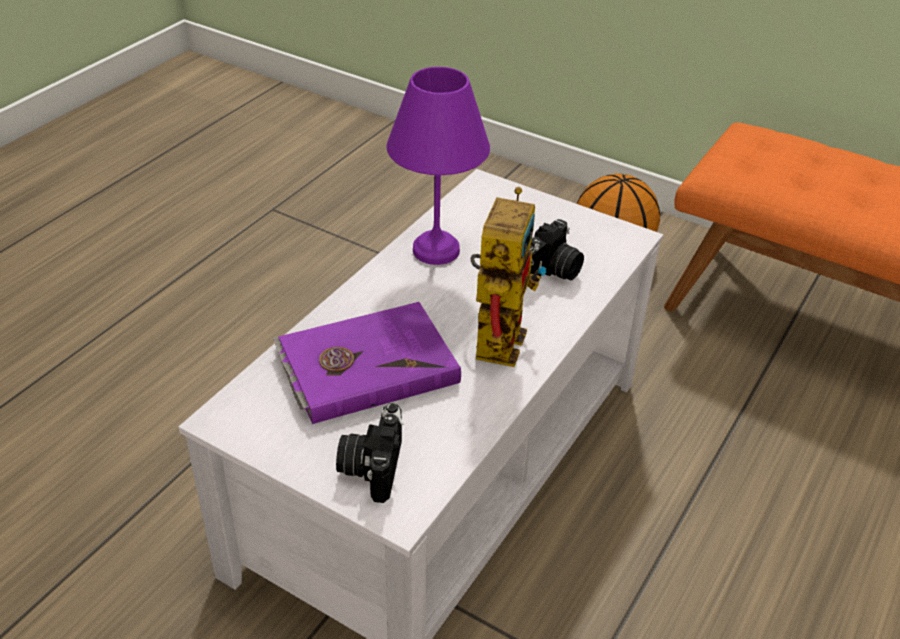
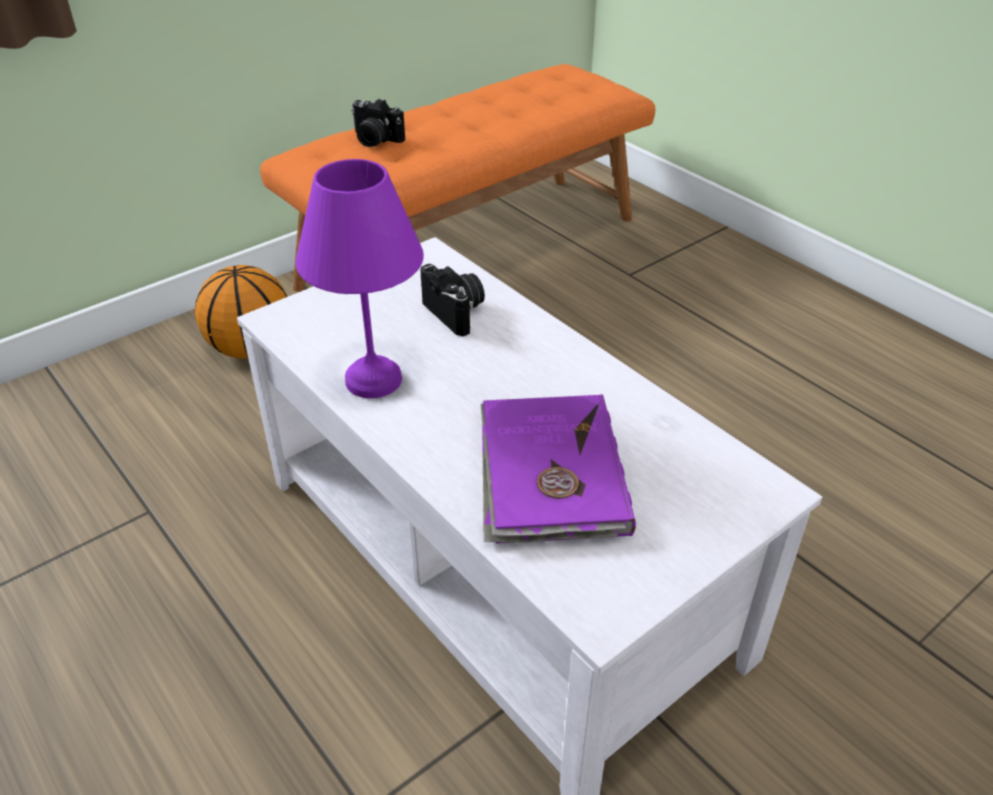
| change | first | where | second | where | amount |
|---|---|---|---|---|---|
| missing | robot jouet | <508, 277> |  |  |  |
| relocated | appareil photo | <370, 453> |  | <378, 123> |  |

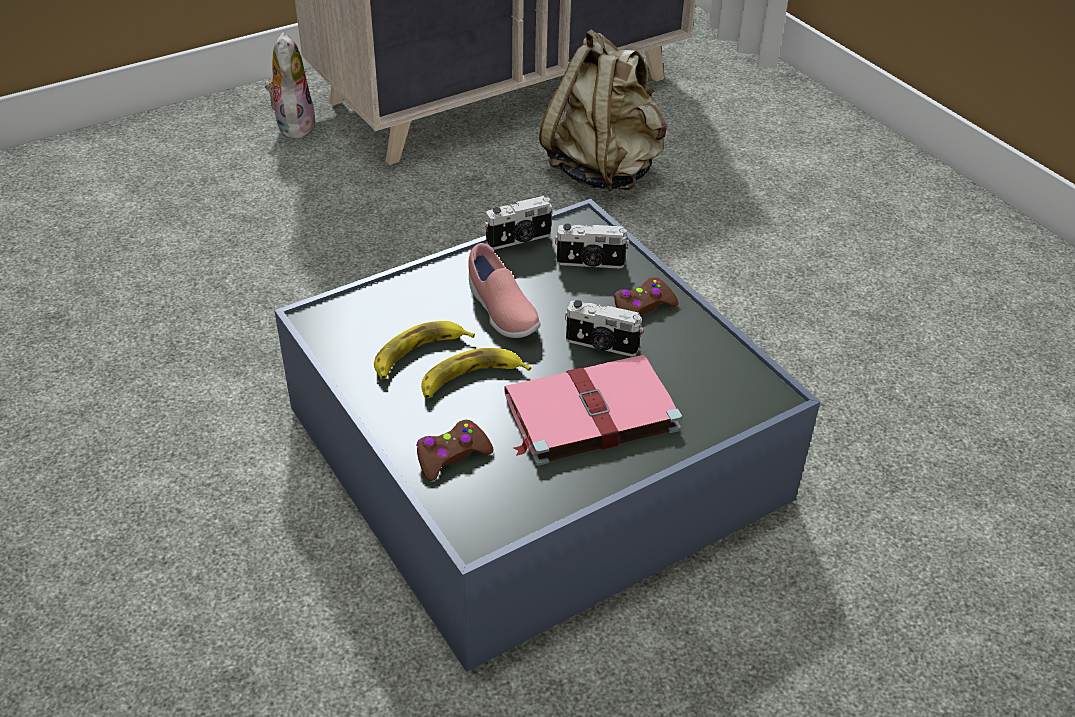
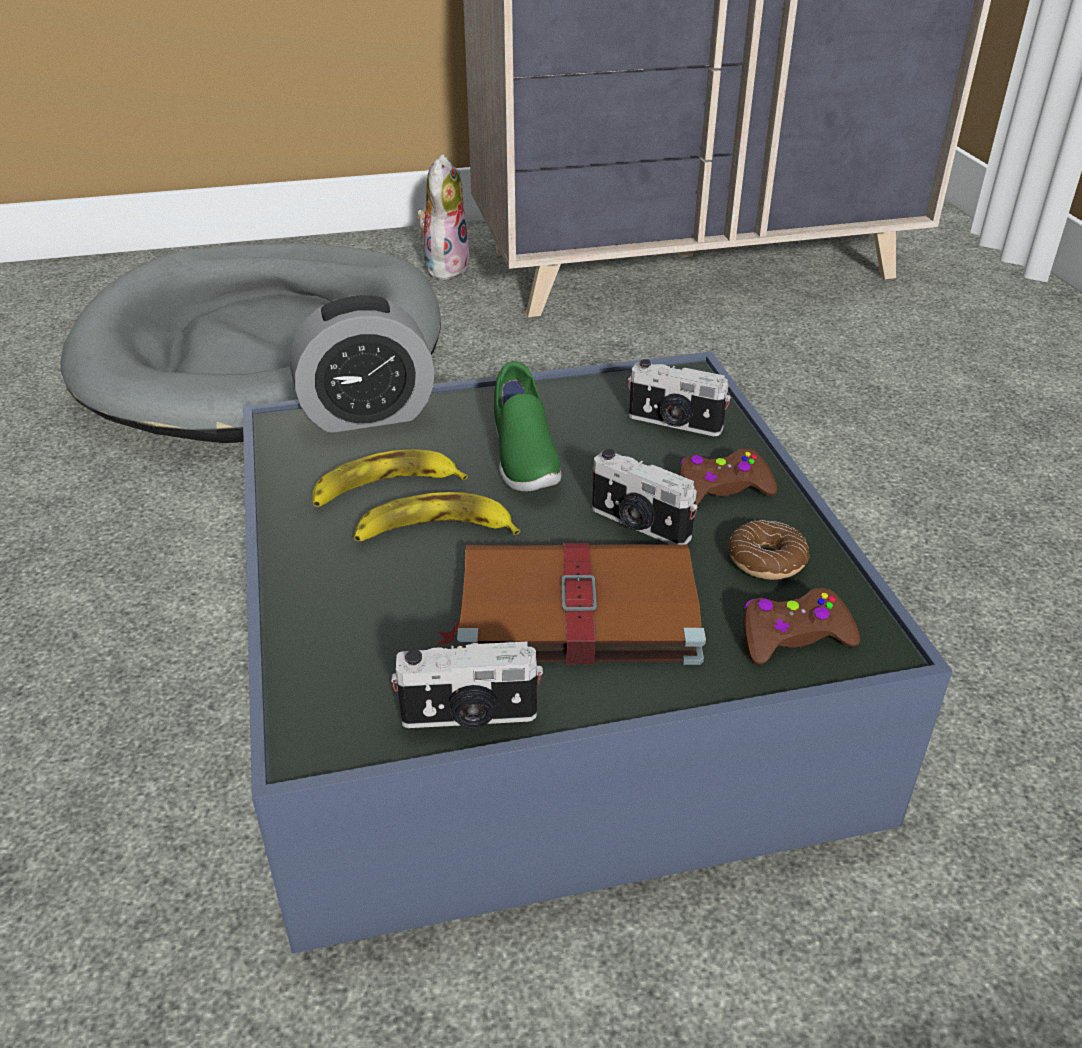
| change | first | where | second | where | amount |
|---|---|---|---|---|---|
| missing | sac à dos (beige) | <603, 110> |  |  |  |
| appeared |  |  | panier pour chien (gris) | <250, 343> |  |
| appeared |  |  | réveil | <362, 364> |  |
| appeared |  |  | beignet | <768, 550> |  |
| relocated | manette (marron) | <455, 450> |  | <801, 626> |  |
| relocated | appareil photo | <518, 223> |  | <467, 684> |  |
| colour | chaussure (rose) | <504, 290> | chaussure (vert) | <528, 426> |  |
| colour | livre (rose) | <593, 410> | livre (marron) | <571, 604> |  |

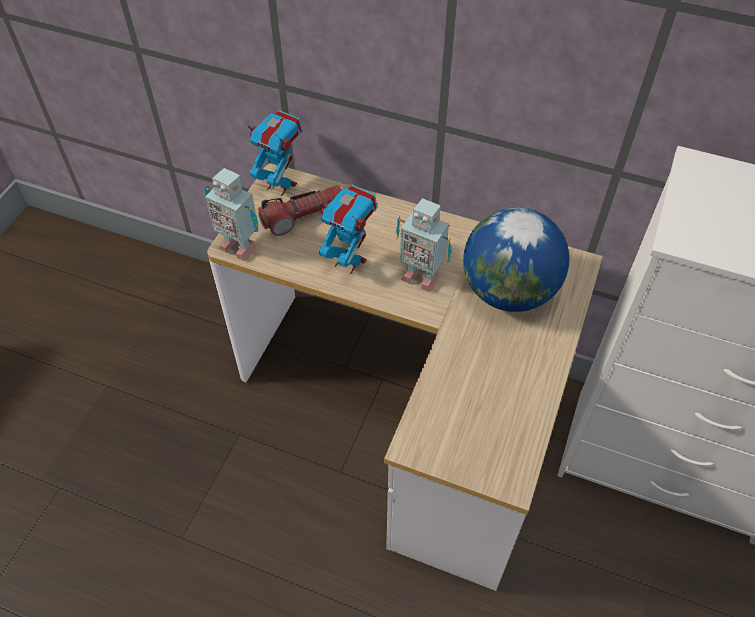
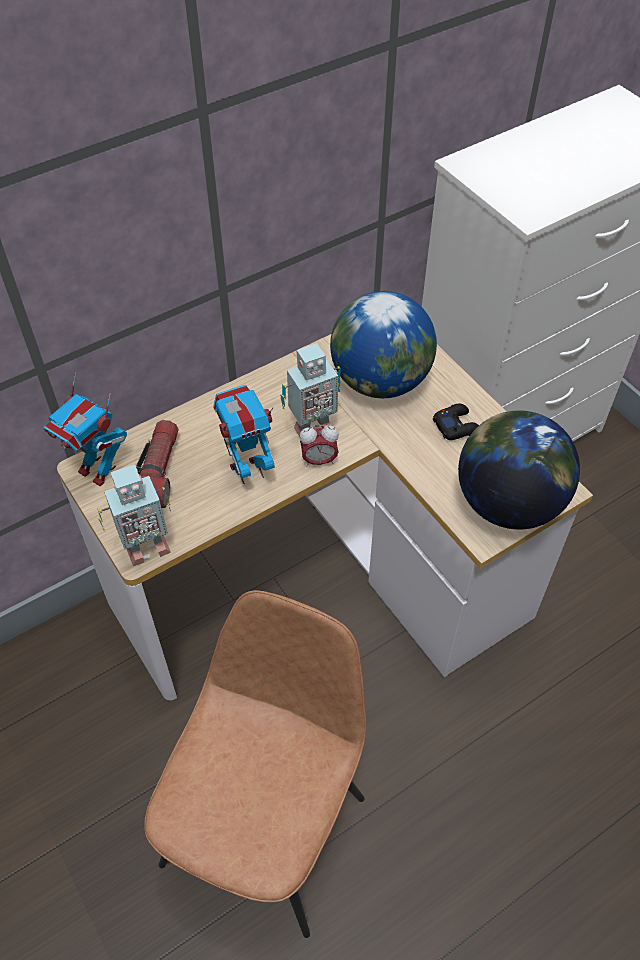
| change | first | where | second | where | amount |
|---|---|---|---|---|---|
| appeared |  |  | chaise (marron) | <255, 764> |  |
| appeared |  |  | réveil | <319, 446> |  |
| appeared |  |  | manette (noir) | <456, 422> |  |
| appeared |  |  | globe | <519, 470> |  |
| spun | robot jouet | <273, 153> |  | <85, 429> | 120 degrees counterclockwise |

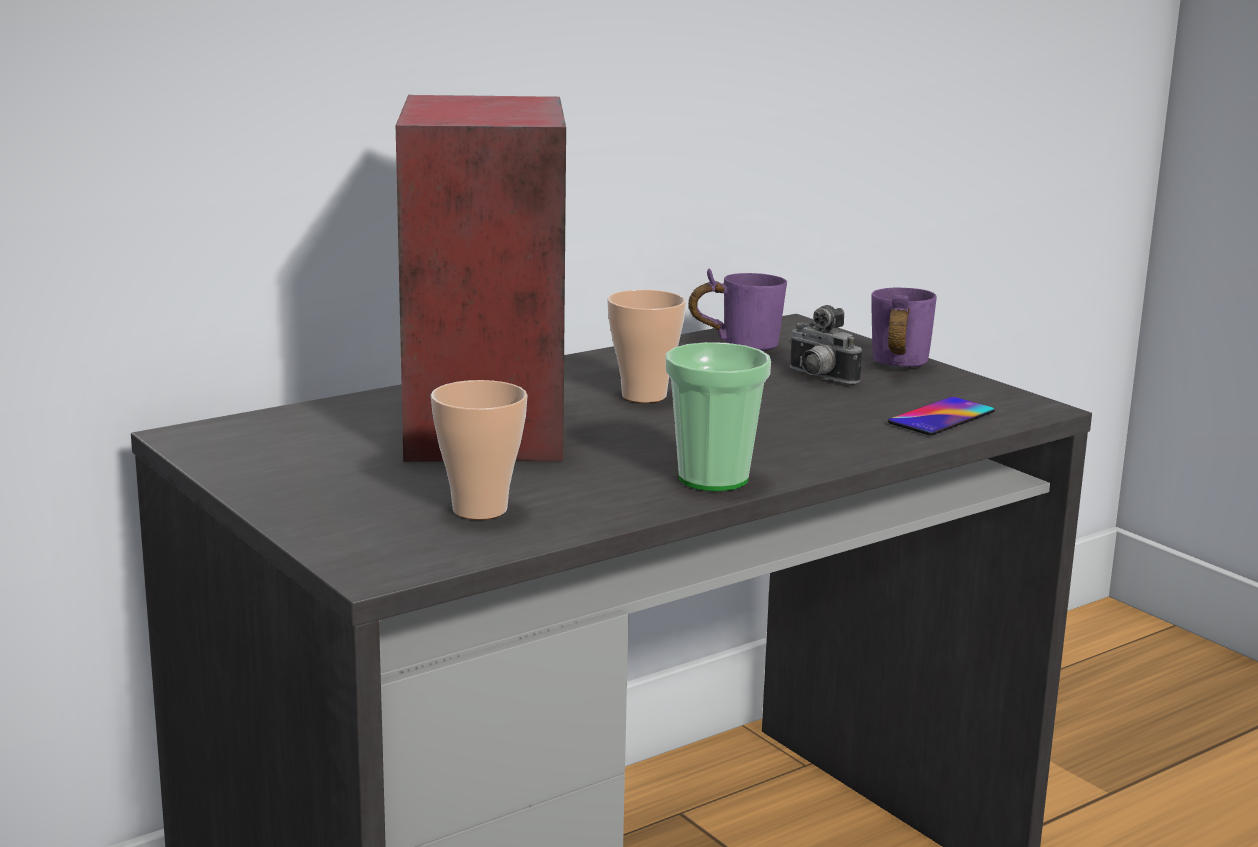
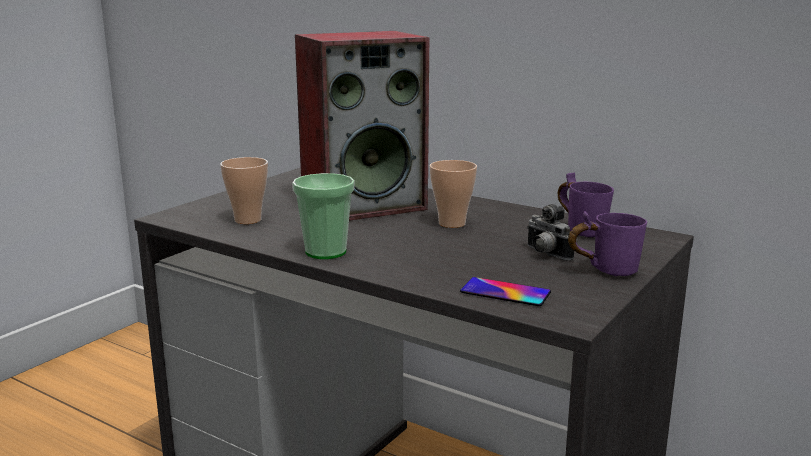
| change | first | where | second | where | amount |
|---|---|---|---|---|---|
| spun | appareil photo | <825, 345> |  | <550, 232> | 60 degrees counterclockwise |

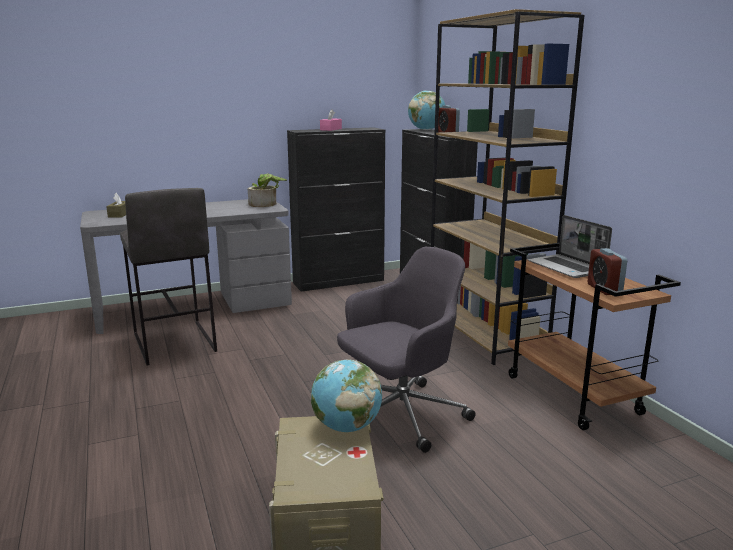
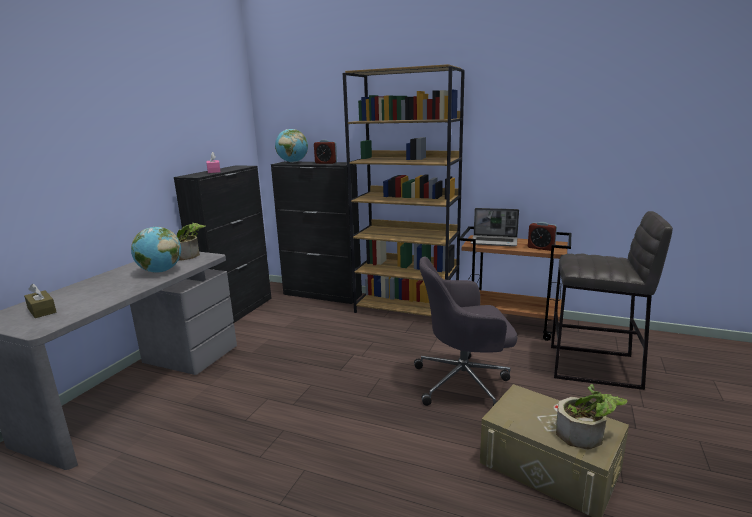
| change | first | where | second | where | amount |
|---|---|---|---|---|---|
| appeared |  |  | plante en pot | <592, 417> |  |
| relocated | tabouret (gris) | <168, 276> |  | <612, 300> |  |
| relocated | globe | <346, 396> |  | <156, 250> |  |
| spun | chaise de bureau (gris) | <406, 350> |  | <465, 331> | 105 degrees counterclockwise |

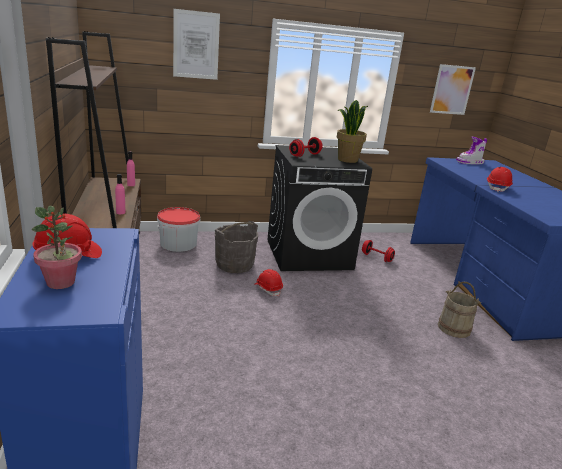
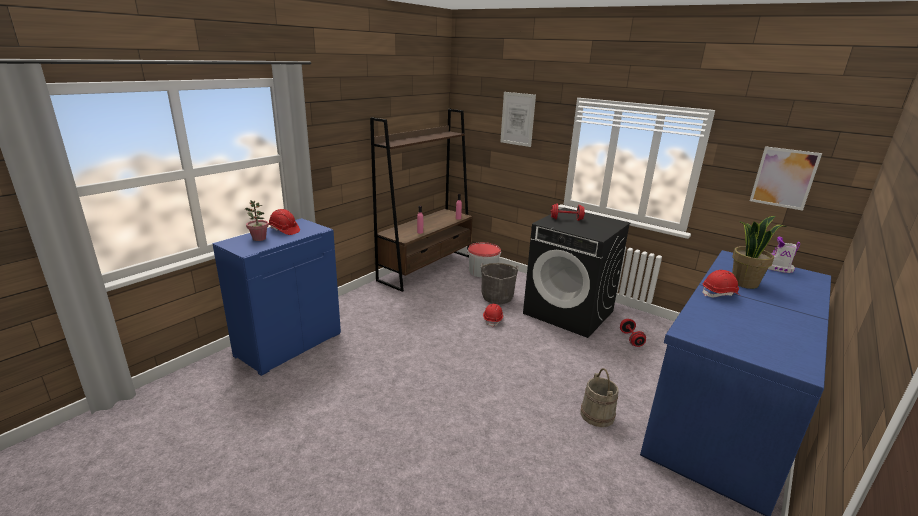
| change | first | where | second | where | amount |
|---|---|---|---|---|---|
| relocated | plante en pot | <352, 131> |  | <759, 252> |  |

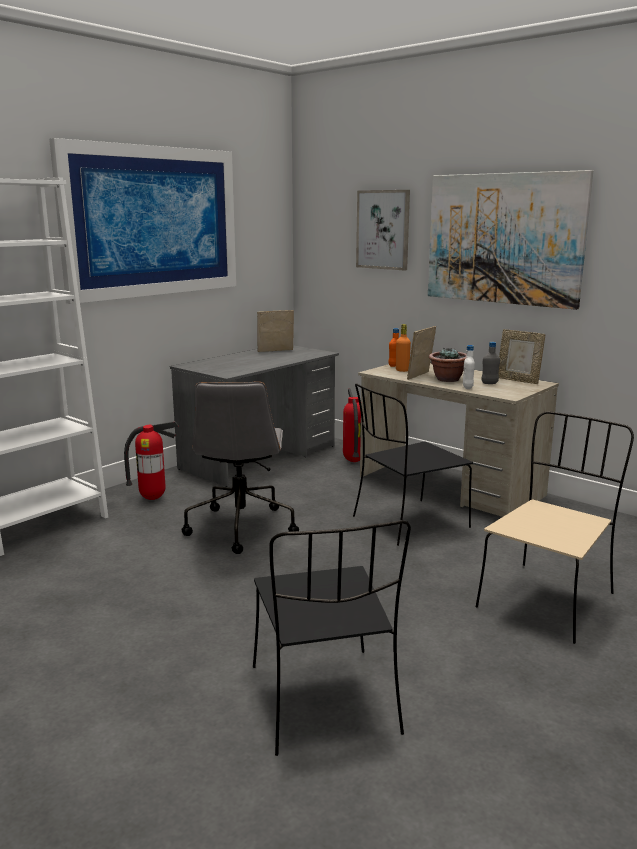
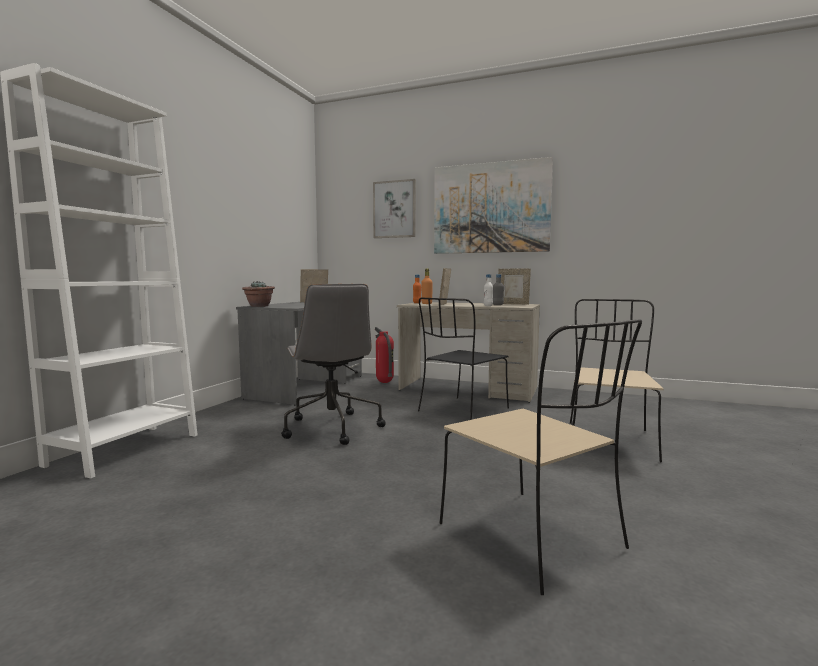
| change | first | where | second | where | amount |
|---|---|---|---|---|---|
| missing | tableau | <142, 221> |  |  |  |
| missing | extincteur | <151, 460> |  |  |  |
| relocated | plante en pot | <448, 364> |  | <258, 294> |  |
| colour | chaise (noir) | <332, 638> | chaise (beige) | <541, 457> |  |

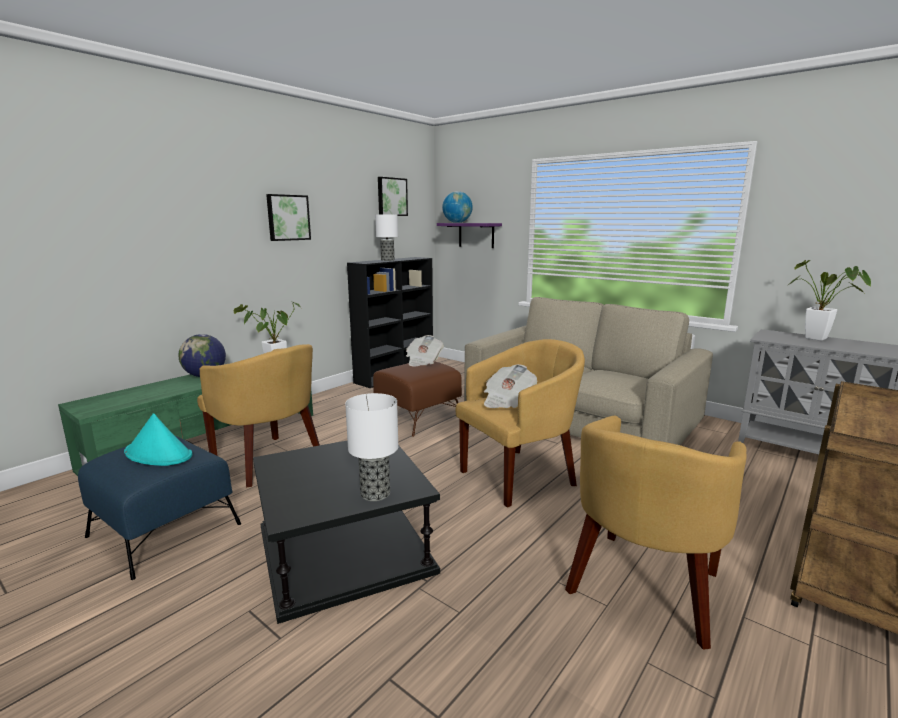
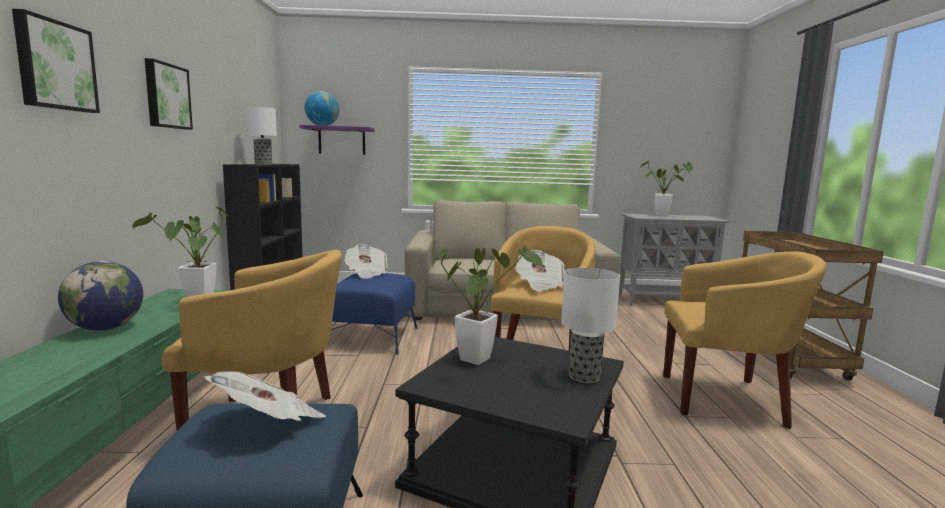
| change | first | where | second | where | amount |
|---|---|---|---|---|---|
| appeared |  |  | plante en pot | <487, 305> |  |
| relocated | tableau | <393, 196> |  | <56, 61> |  |
| exchanged | chapeau (turquoise) | <158, 439> | journal | <265, 396> |  |
| colour | pouf (marron) | <417, 399> | pouf (bleu) | <374, 314> |  |
| spun | fauteuil (jaune) | <656, 533> |  | <745, 340> | 75 degrees counterclockwise |

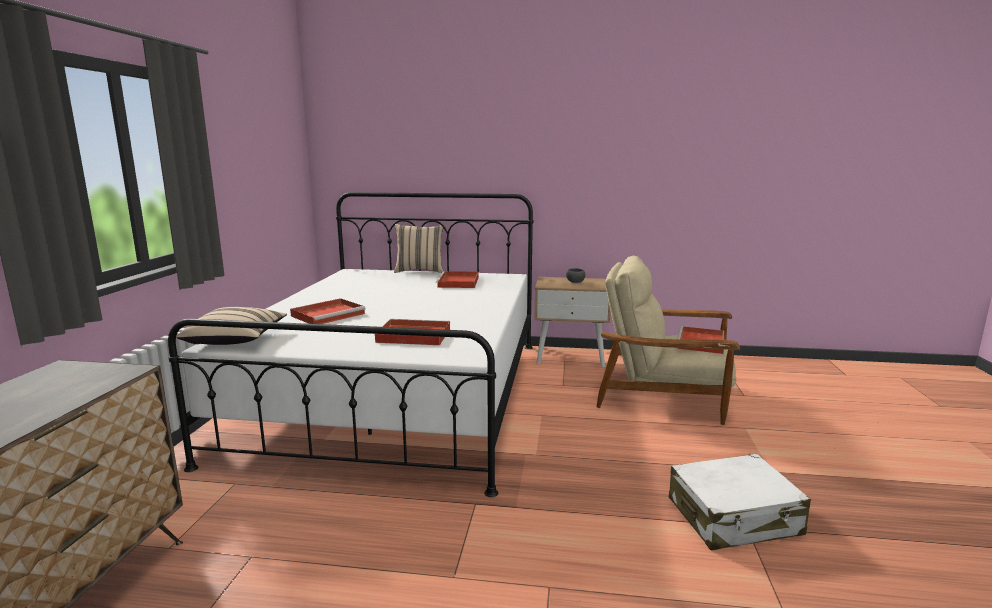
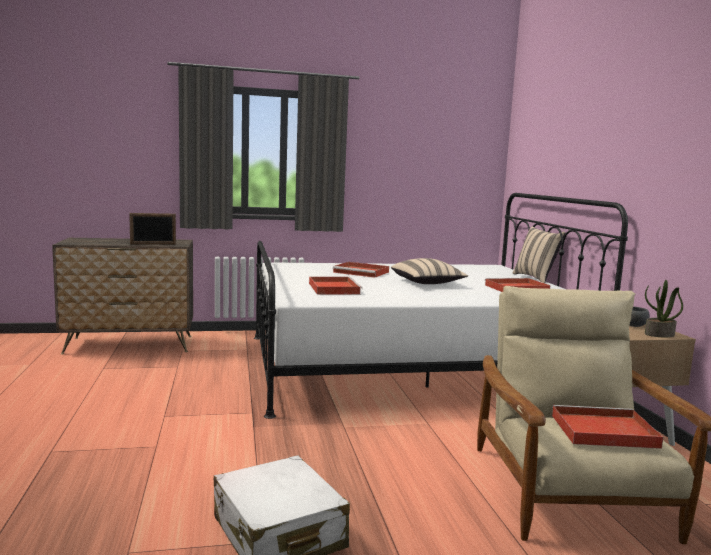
| change | first | where | second | where | amount |
|---|---|---|---|---|---|
| appeared |  |  | cadre photo | <152, 229> |  |
| appeared |  |  | plante en pot | <664, 308> |  |
| relocated | coussin (beige) | <231, 326> |  | <429, 271> |  |

